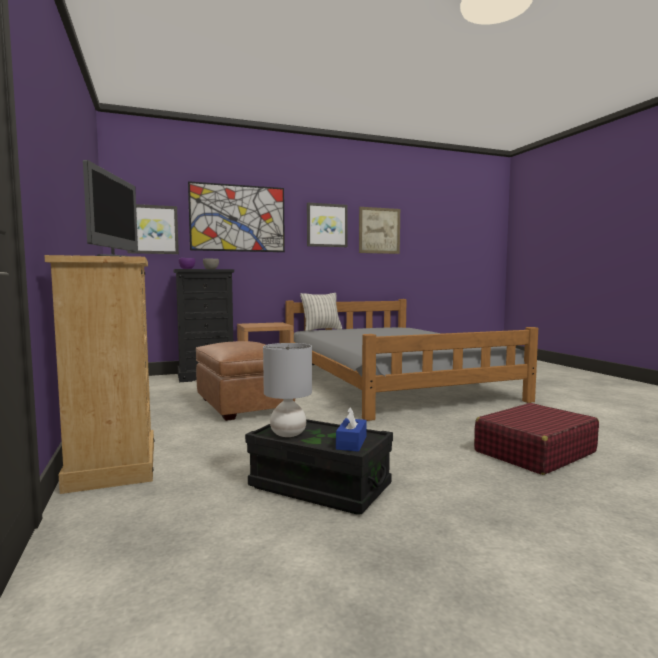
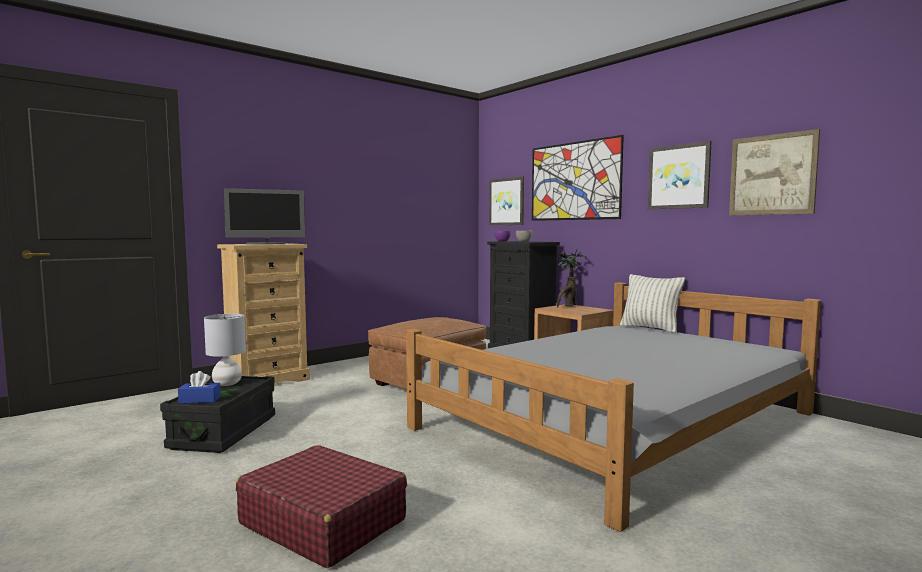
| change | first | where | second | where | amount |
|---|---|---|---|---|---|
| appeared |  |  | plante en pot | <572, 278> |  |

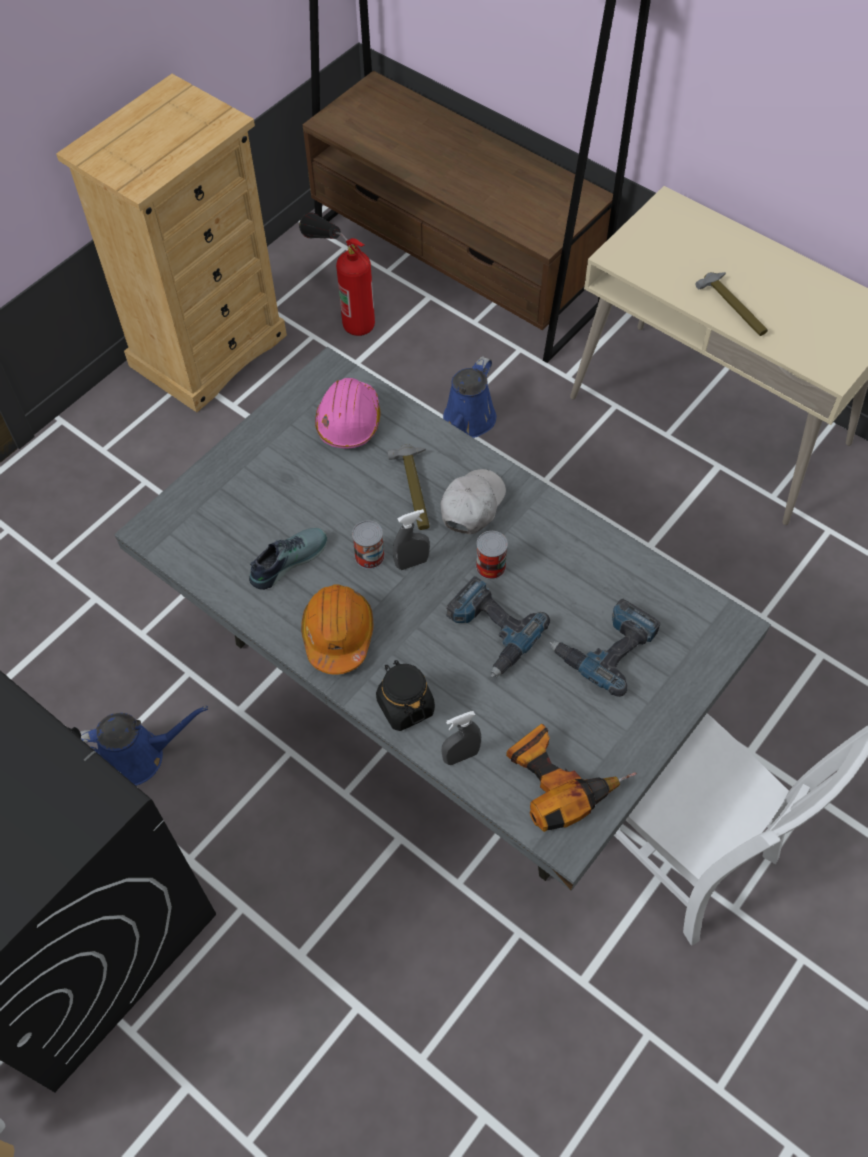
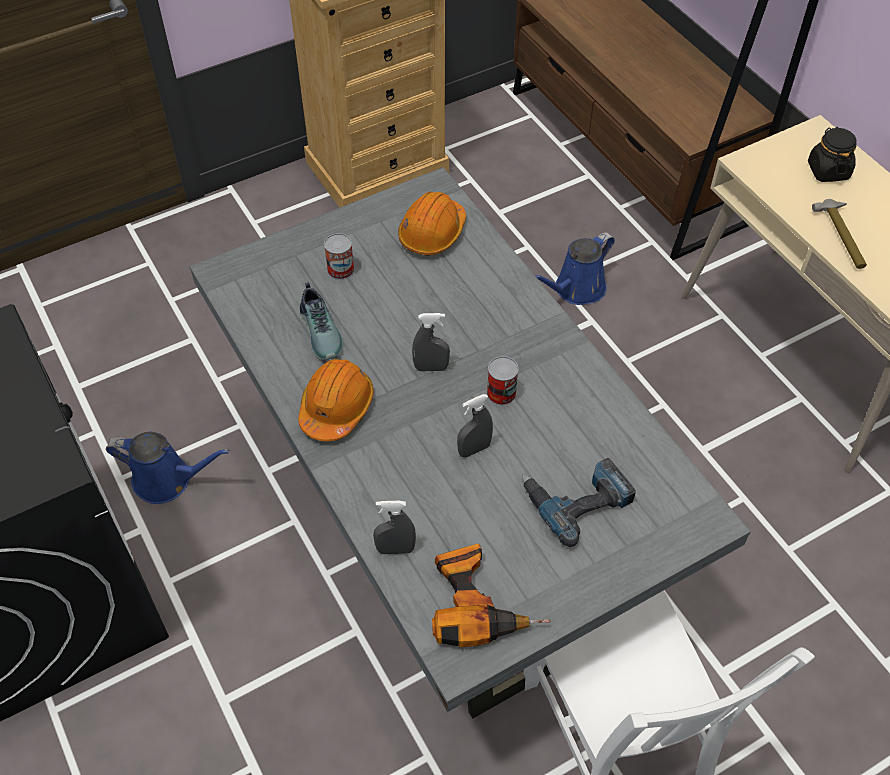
| change | first | where | second | where | amount |
|---|---|---|---|---|---|
| missing | extincteur | <337, 274> |  |  |  |
| missing | marteau | <408, 487> |  |  |  |
| missing | casquette (blanc) | <473, 501> |  |  |  |
| relocated | boîte métallique | <368, 544> |  | <339, 256> |  |
| relocated | bocal (noir) | <405, 695> |  | <832, 154> |  |
| exchanged | perceuse | <498, 627> | vaporisateur (gris) | <475, 426> |  |
| colour | casque de chantier (rose) | <348, 413> | casque de chantier (orange) | <432, 224> |  |
| spun | chaussure | <288, 559> |  | <322, 321> | 90 degrees clockwise |

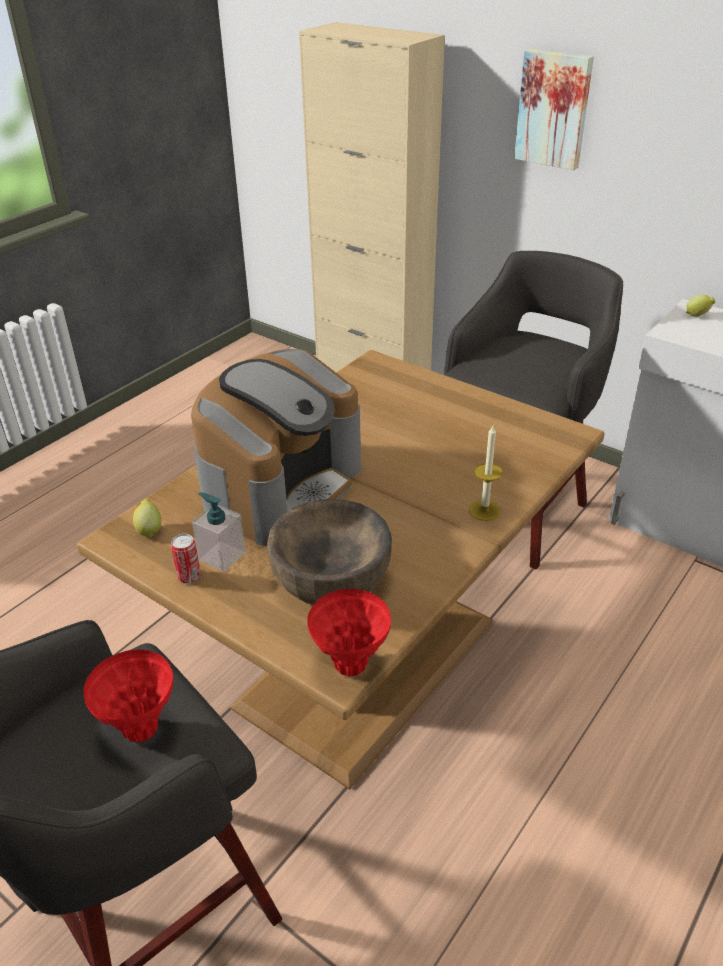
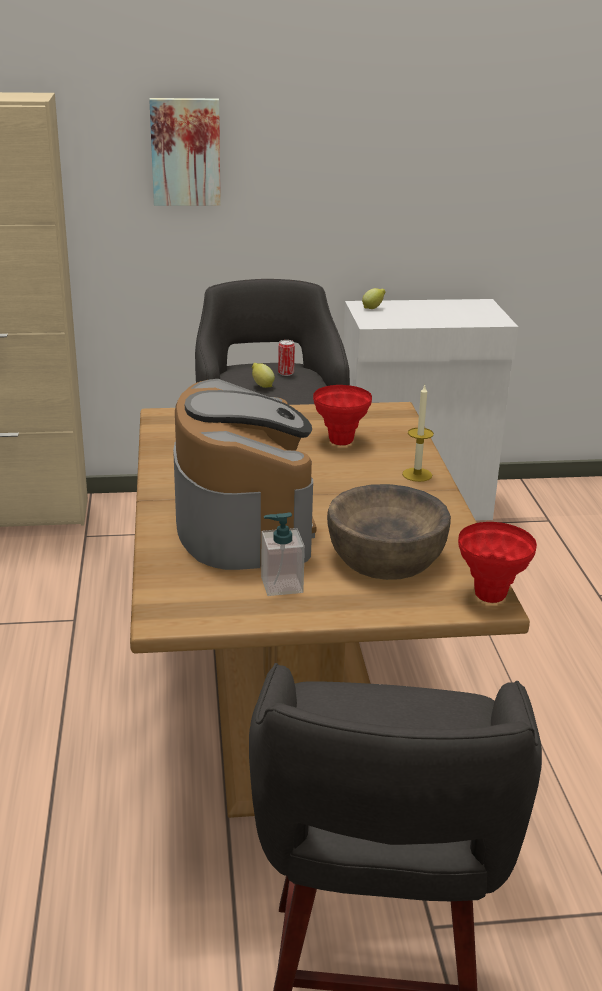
| change | first | where | second | where | amount |
|---|---|---|---|---|---|
| relocated | vase (rouge) | <128, 696> |  | <342, 415> |  |
| relocated | citron | <147, 518> |  | <263, 375> |  |
| relocated | boîte métallique | <186, 559> |  | <286, 358> |  |

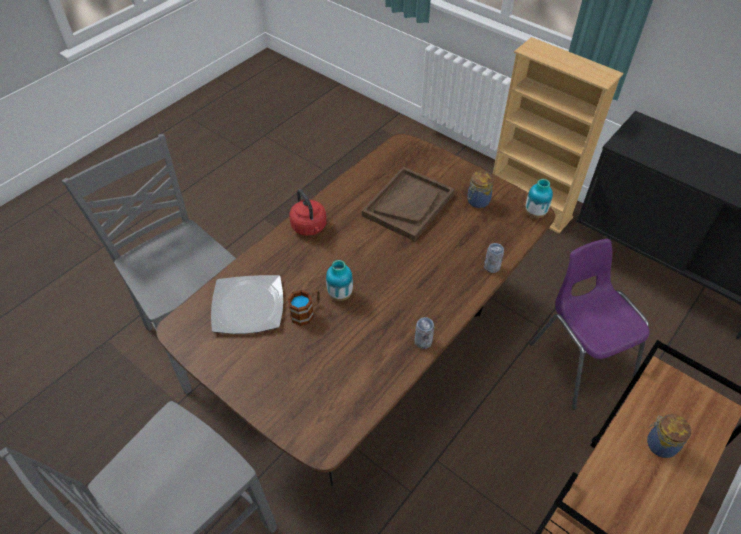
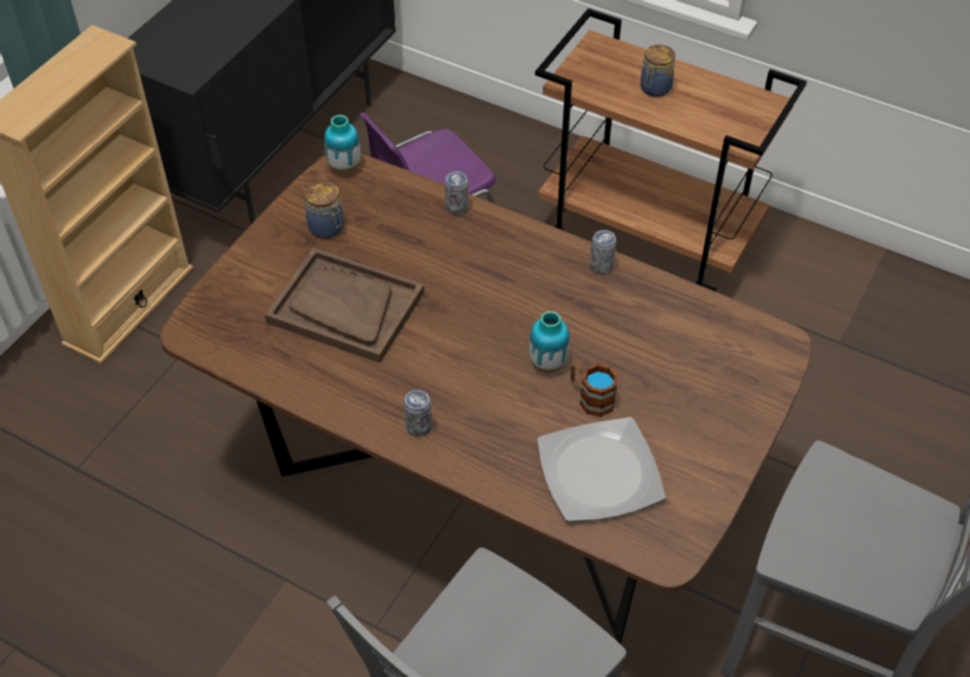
| change | first | where | second | where | amount |
|---|---|---|---|---|---|
| exchanged | bouilloire (rouge) | <308, 212> | boîte métallique | <418, 413> |  |

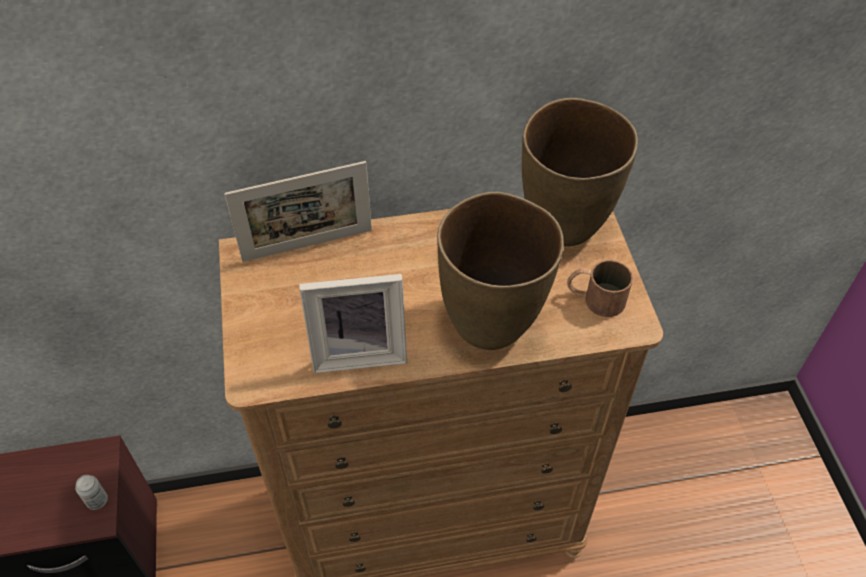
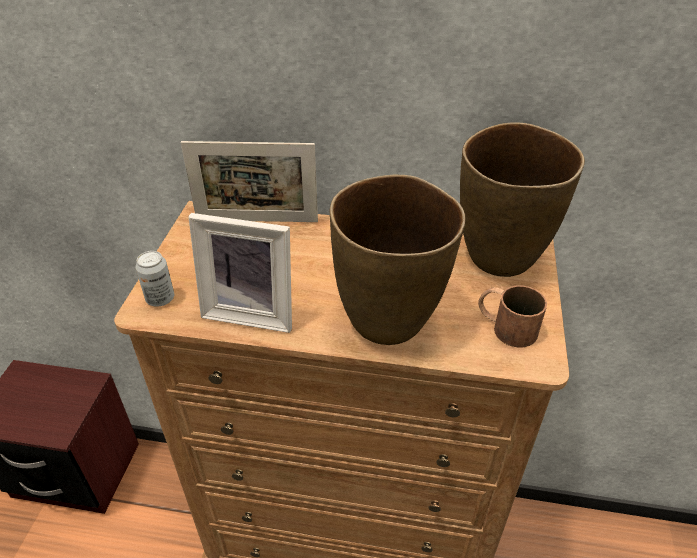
| change | first | where | second | where | amount |
|---|---|---|---|---|---|
| relocated | boîte métallique | <91, 492> |  | <154, 279> |  |

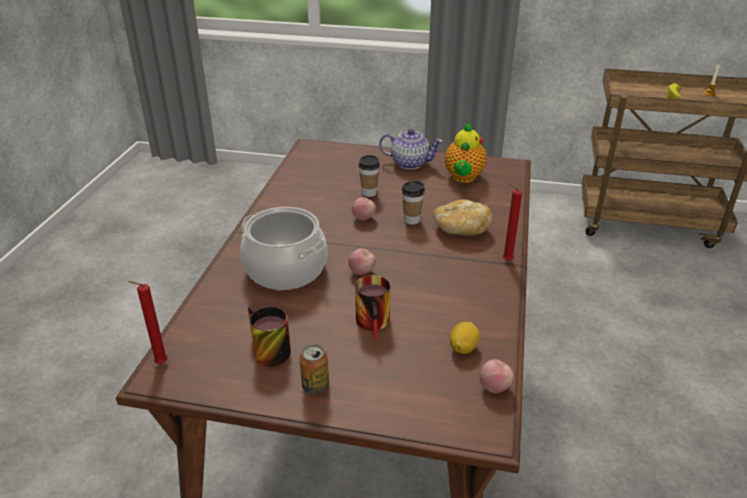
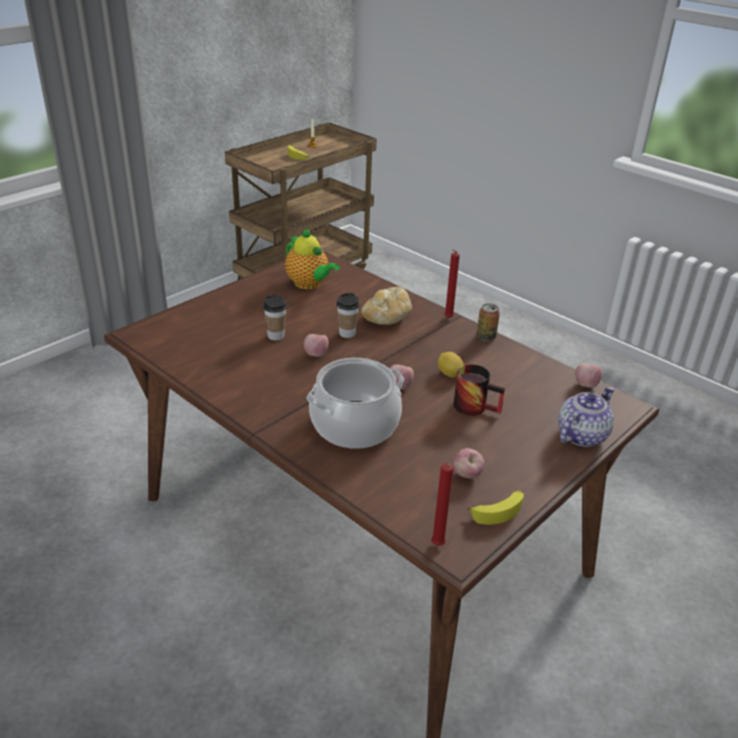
| change | first | where | second | where | amount |
|---|---|---|---|---|---|
| appeared |  |  | banane | <495, 507> |  |
| relocated | boîte métallique | <314, 369> |  | <488, 322> |  |
| relocated | théière | <411, 149> |  | <586, 416> |  |
| relocated | citron | <465, 338> |  | <451, 364> |  |
| exchanged | mug | <269, 336> | pomme | <469, 463> |  |

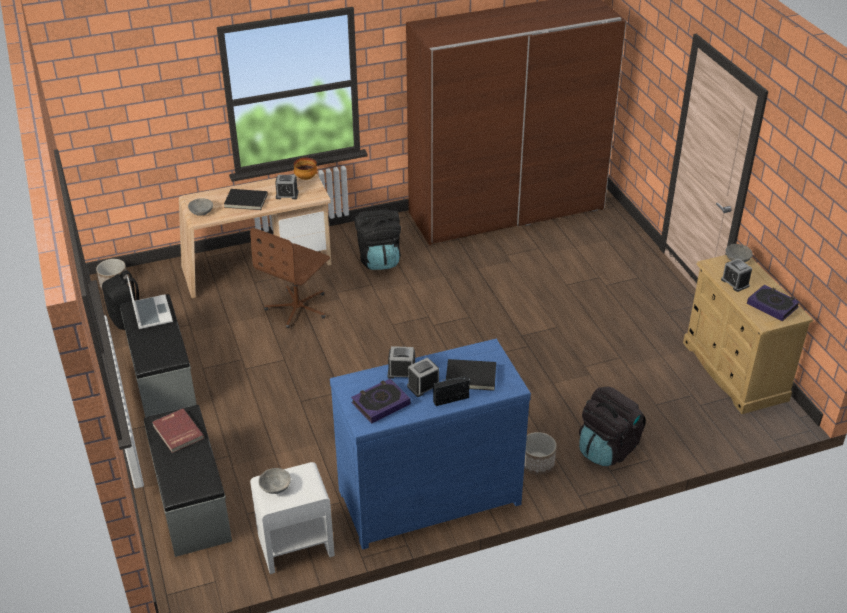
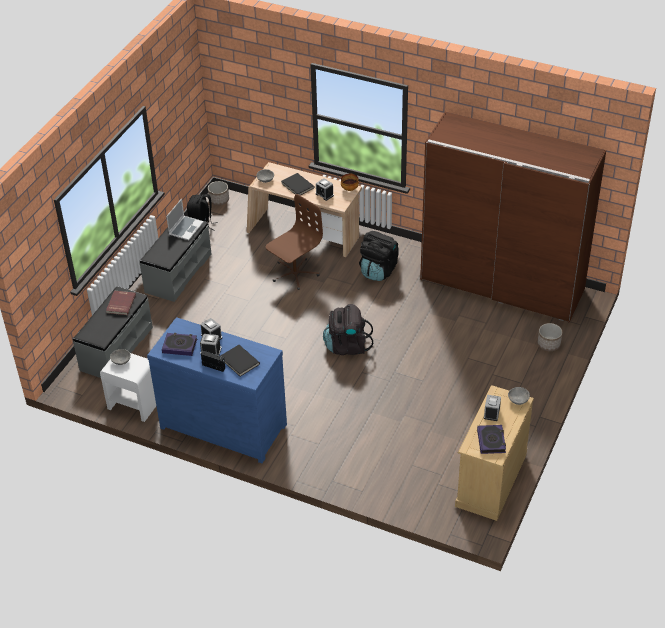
| change | first | where | second | where | amount |
|---|---|---|---|---|---|
| relocated | cache-pot | <540, 453> |  | <550, 337> |  |
| relocated | sac à dos (noir) | <612, 426> |  | <348, 329> |  |
| spun | chaise de bureau (marron) | <290, 277> |  | <294, 242> | 150 degrees clockwise |

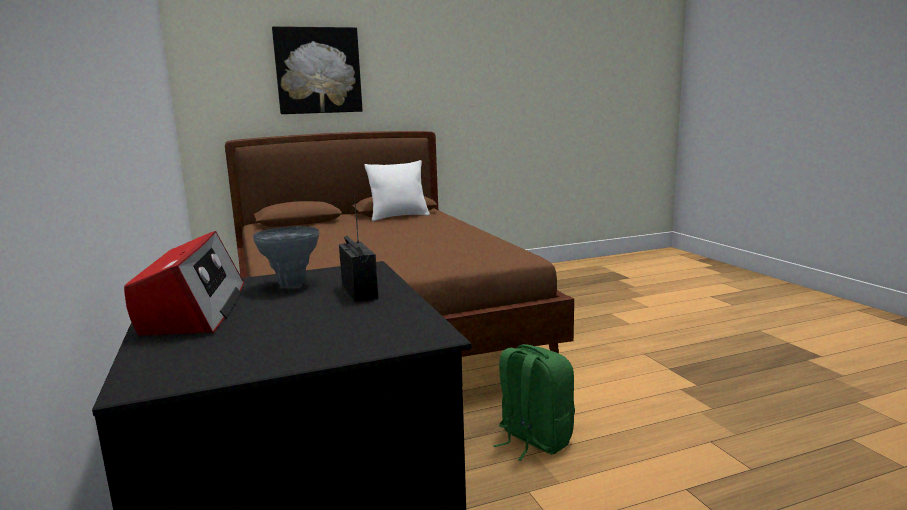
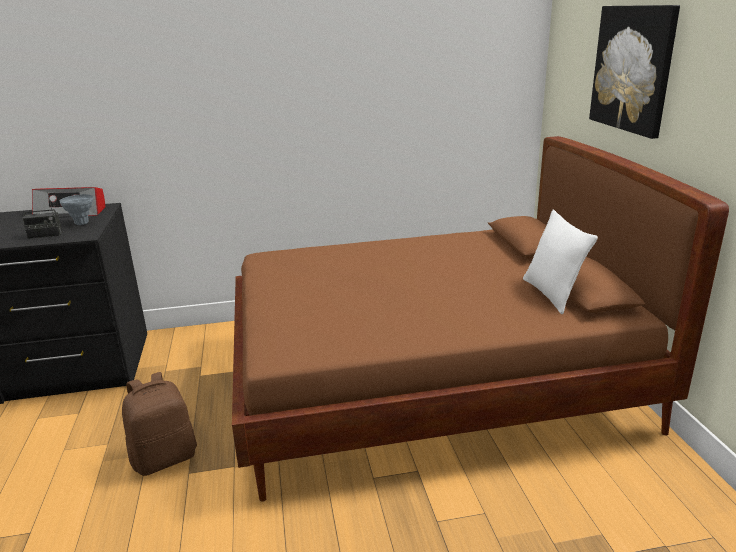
| change | first | where | second | where | amount |
|---|---|---|---|---|---|
| colour | sac à dos (vert) | <534, 402> | sac à dos (marron) | <159, 424> |  |

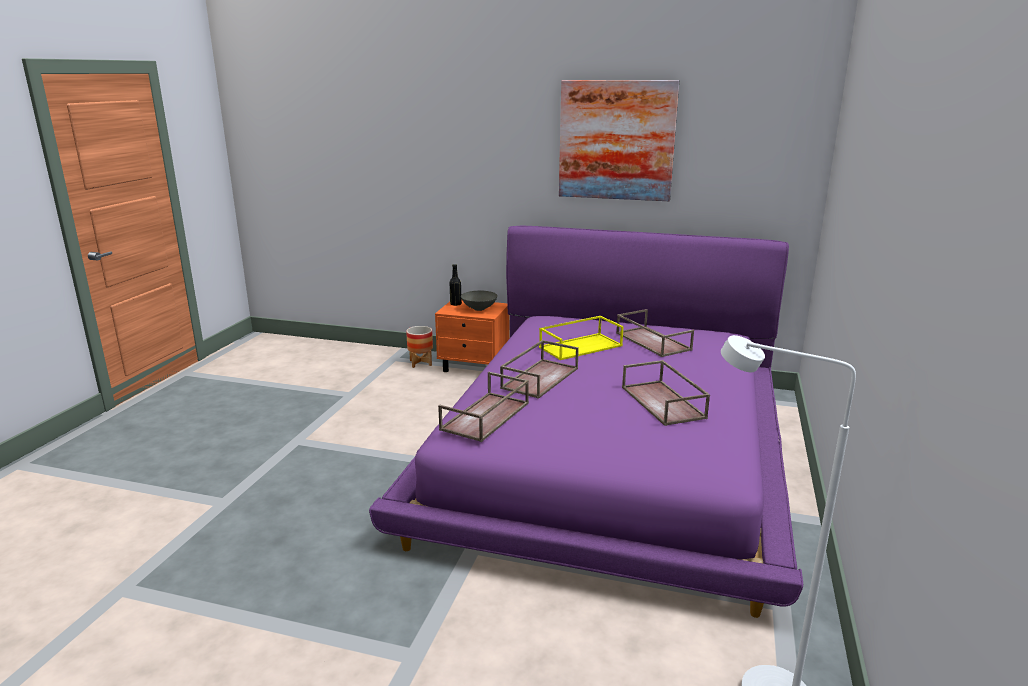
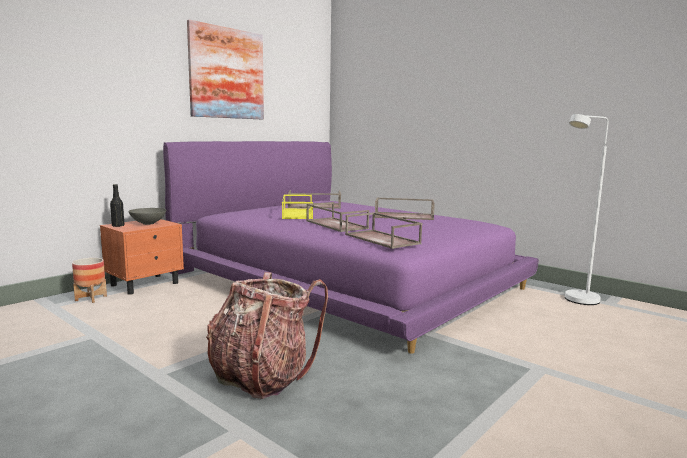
| change | first | where | second | where | amount |
|---|---|---|---|---|---|
| appeared |  |  | sac à dos | <267, 335> |  |

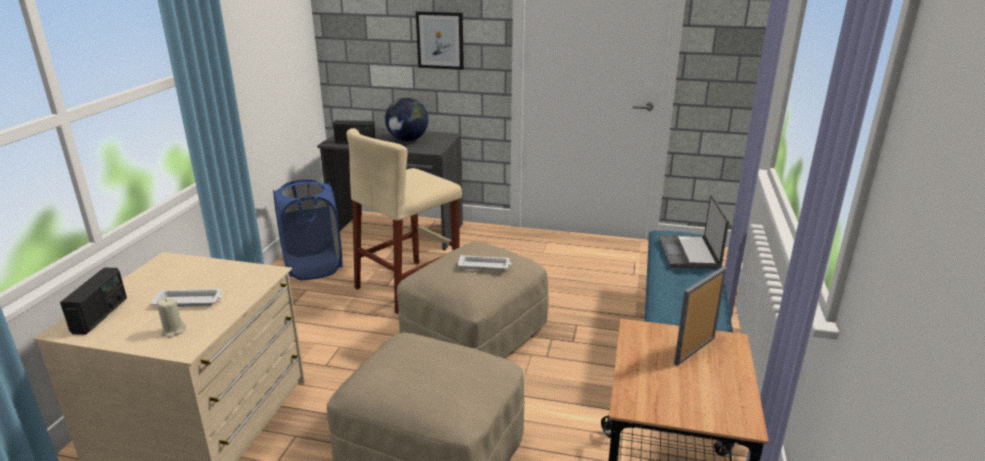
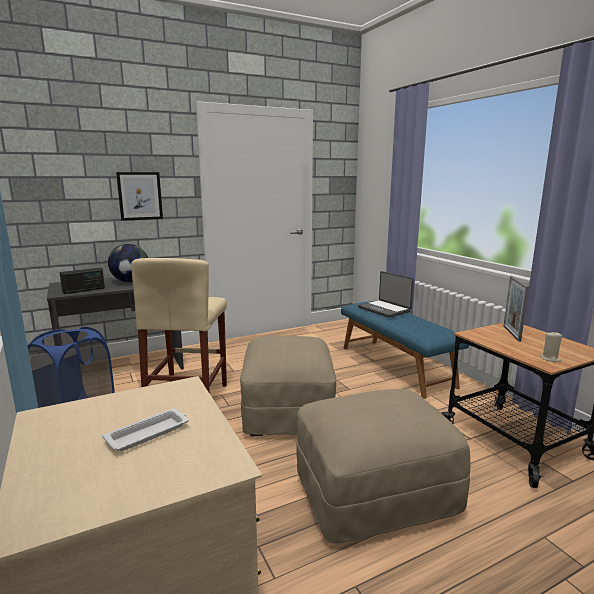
| change | first | where | second | where | amount |
|---|---|---|---|---|---|
| missing | radio | <93, 301> |  |  |  |
| missing | plateau (blanc) | <484, 263> |  |  |  |
| relocated | bougie (beige) | <171, 318> |  | <551, 346> |  |

